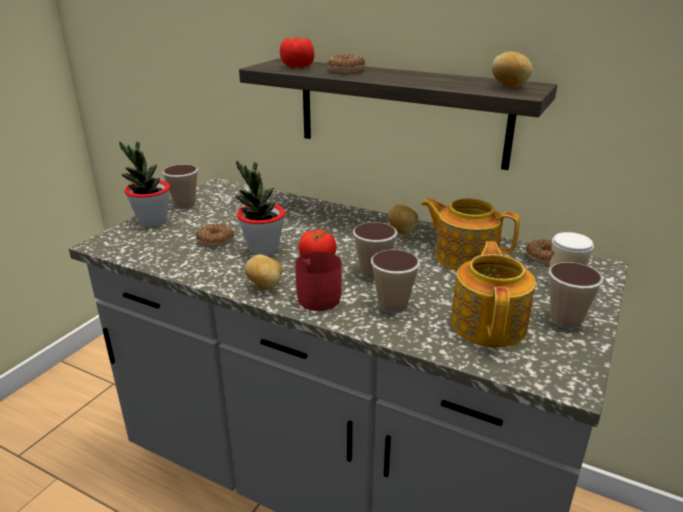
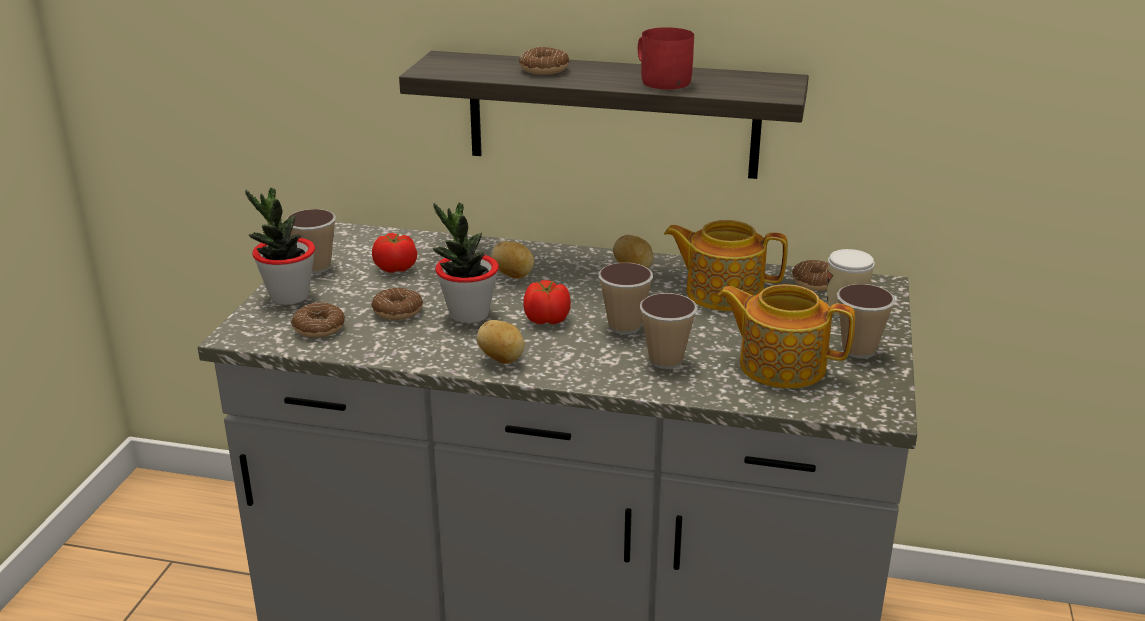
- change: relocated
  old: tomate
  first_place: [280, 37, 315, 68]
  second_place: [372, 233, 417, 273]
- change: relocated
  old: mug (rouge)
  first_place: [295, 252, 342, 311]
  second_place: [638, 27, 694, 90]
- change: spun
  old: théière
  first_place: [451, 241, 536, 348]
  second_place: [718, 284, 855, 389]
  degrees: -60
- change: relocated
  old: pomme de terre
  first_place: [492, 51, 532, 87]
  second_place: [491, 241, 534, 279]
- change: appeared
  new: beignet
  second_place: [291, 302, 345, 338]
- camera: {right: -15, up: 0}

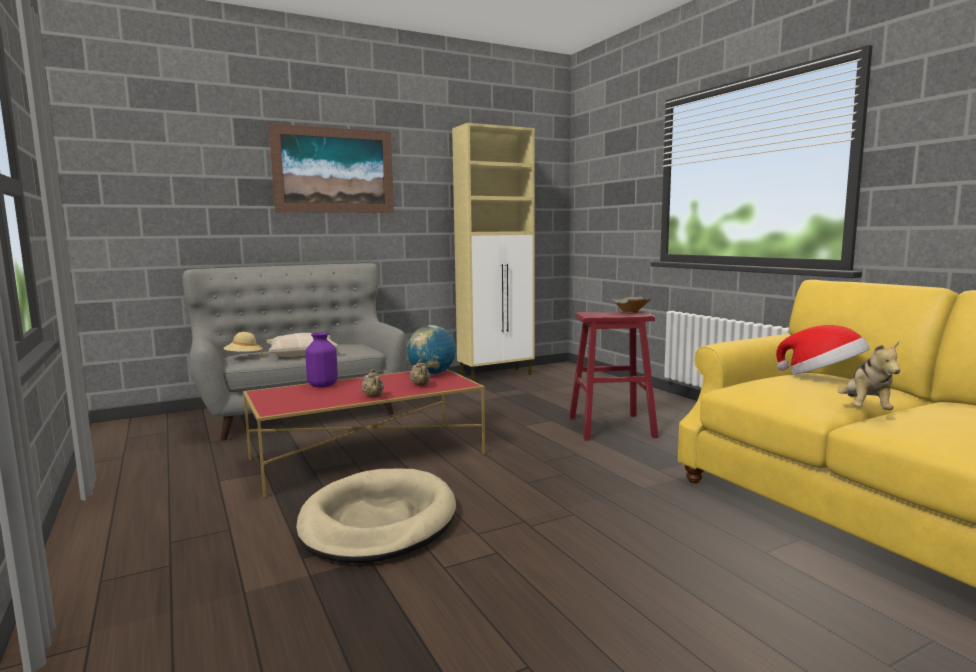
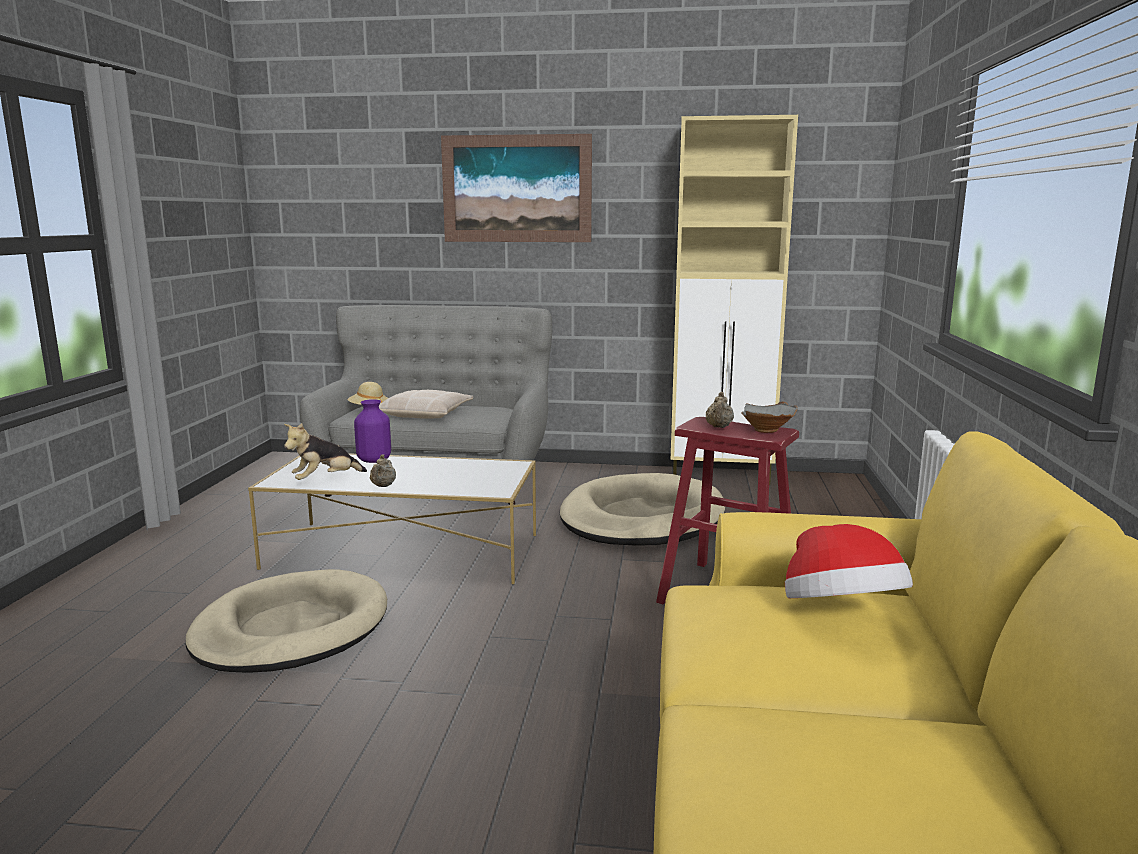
- change: colour
  old: table basse (rouge)
  new: table basse (blanc)
  first_place: [243, 369, 485, 498]
  second_place: [248, 453, 536, 584]
- change: missing
  old: globe
  first_place: [407, 325, 456, 375]
- change: relocated
  old: théière (beige)
  first_place: [410, 359, 430, 386]
  second_place: [706, 392, 734, 428]
- change: relocated
  old: peluche
  first_place: [838, 341, 900, 410]
  second_place: [284, 423, 367, 480]
- change: appeared
  new: panier pour chien (beige)
  second_place: [559, 473, 725, 546]
- camera: {right: 35, up: 5}

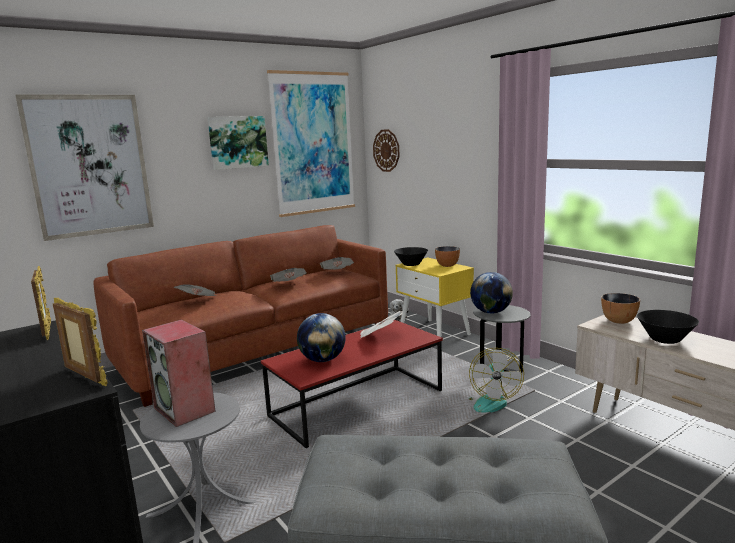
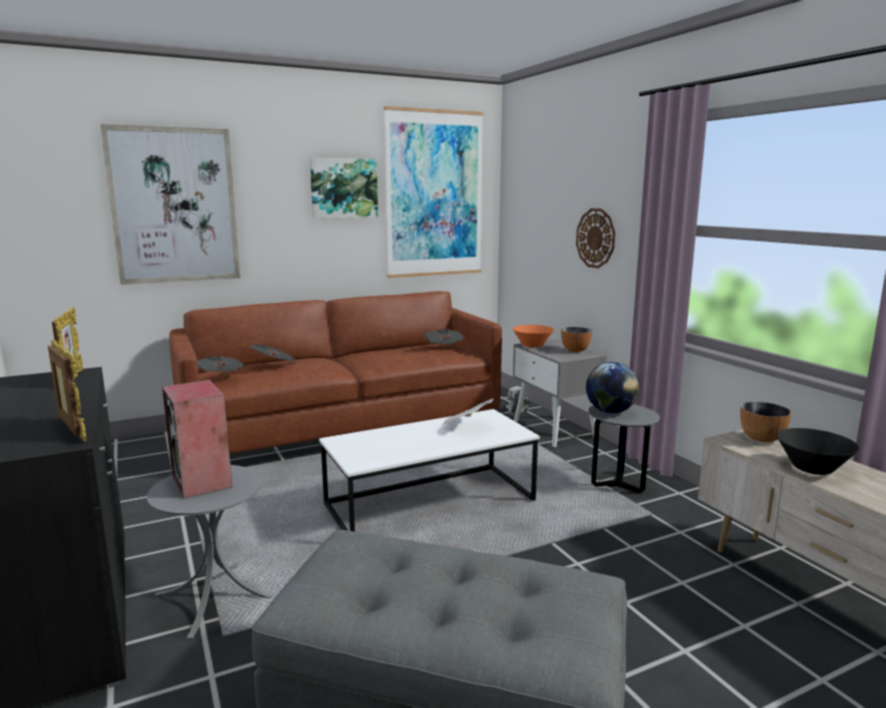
- change: colour
  old: table basse (rouge)
  new: table basse (blanc)
  first_place: [261, 320, 443, 448]
  second_place: [319, 409, 540, 532]
- change: relocated
  old: journal
  first_place: [270, 268, 306, 282]
  second_place: [197, 356, 244, 372]
- change: missing
  old: globe
  first_place: [297, 313, 346, 362]
- change: relocated
  old: horloge murale
  first_place: [373, 129, 400, 172]
  second_place: [576, 208, 615, 268]
- change: colour
  old: bol (noir)
  new: bol (orange)
  first_place: [394, 247, 428, 266]
  second_place: [512, 325, 554, 347]
- change: colour
  old: table de chevet (jaune)
  new: table de chevet (gris)
  first_place: [395, 258, 474, 337]
  second_place: [513, 339, 607, 447]
- change: missing
  old: ventilateur
  first_place: [469, 348, 524, 413]
- camera: {right: 10, up: 0}

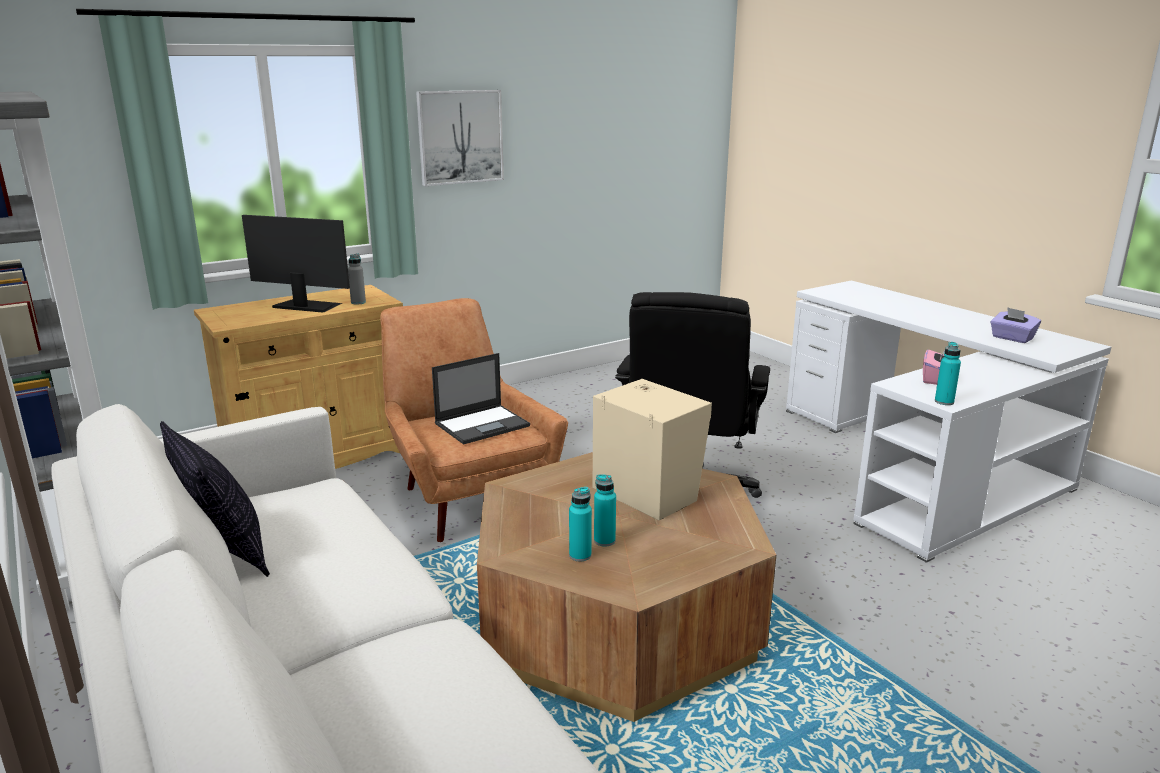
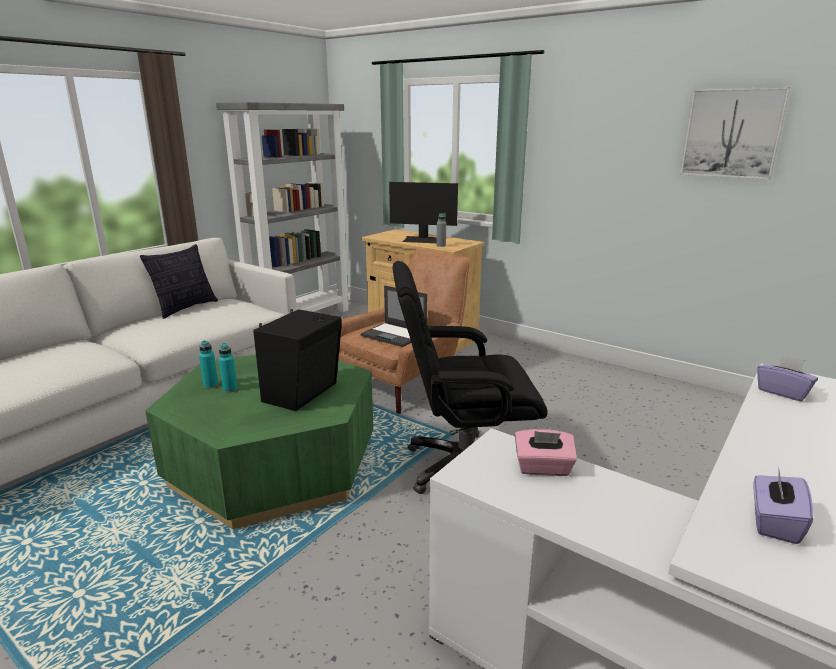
- change: spun
  old: écran d'ordinateur
  first_place: [242, 215, 350, 313]
  second_place: [389, 182, 458, 243]
  degrees: 105
- change: relocated
  old: tableau
  first_place: [416, 90, 504, 186]
  second_place: [680, 87, 791, 180]
- change: colour
  old: table basse (marron)
  new: table basse (vert)
  first_place: [477, 452, 776, 722]
  second_place: [145, 354, 373, 529]
- change: colour
  old: enceinte (beige)
  new: enceinte (noir)
  first_place: [593, 379, 712, 520]
  second_place: [253, 309, 342, 411]
- change: missing
  old: bouteille (turquoise)
  first_place: [935, 342, 961, 405]
- change: appeared
  new: boîte à mouchoirs (violet)
  second_place: [757, 354, 818, 401]
- camera: {right: 70, up: 0}

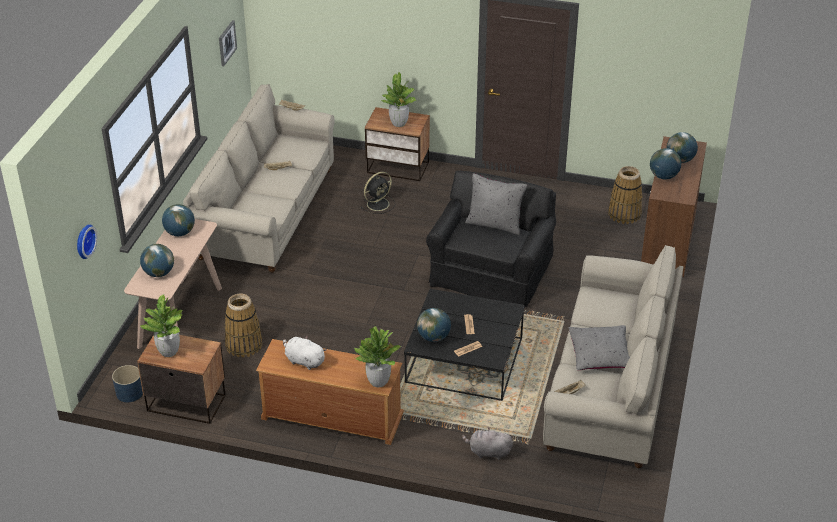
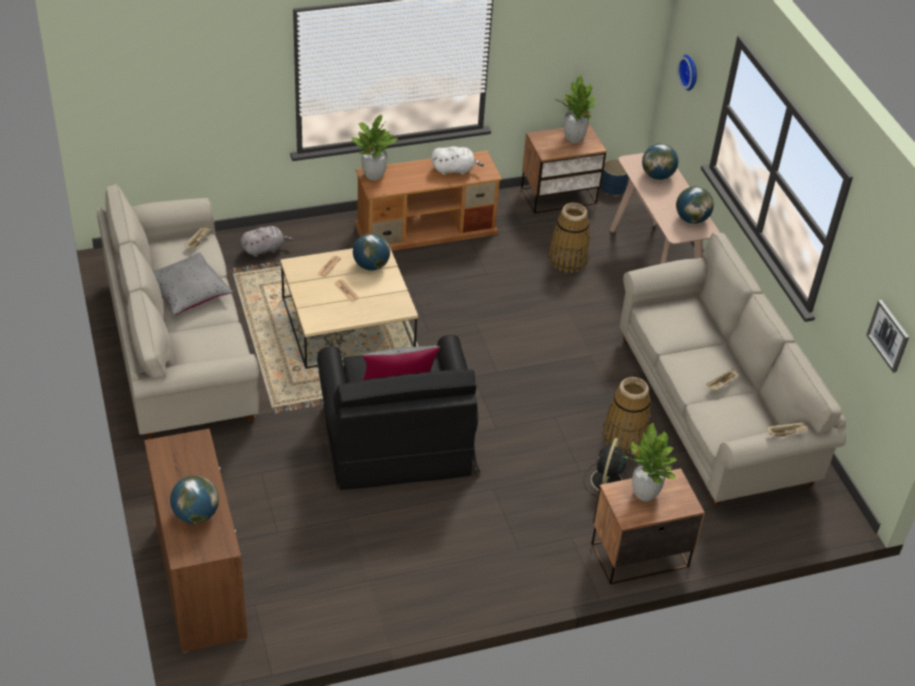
- change: colour
  old: table basse (noir)
  new: table basse (beige)
  first_place: [404, 289, 525, 401]
  second_place: [280, 243, 418, 369]
- change: relocated
  old: panier
  first_place: [608, 166, 643, 224]
  second_place: [603, 377, 650, 453]
- change: missing
  old: globe
  first_place: [650, 148, 681, 179]
- camera: {right: 145, up: 5}

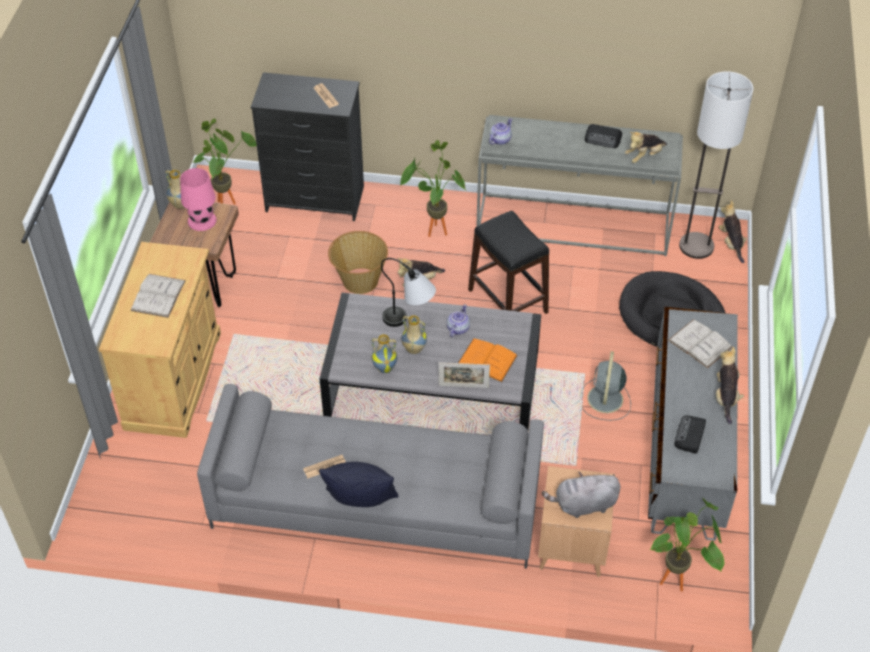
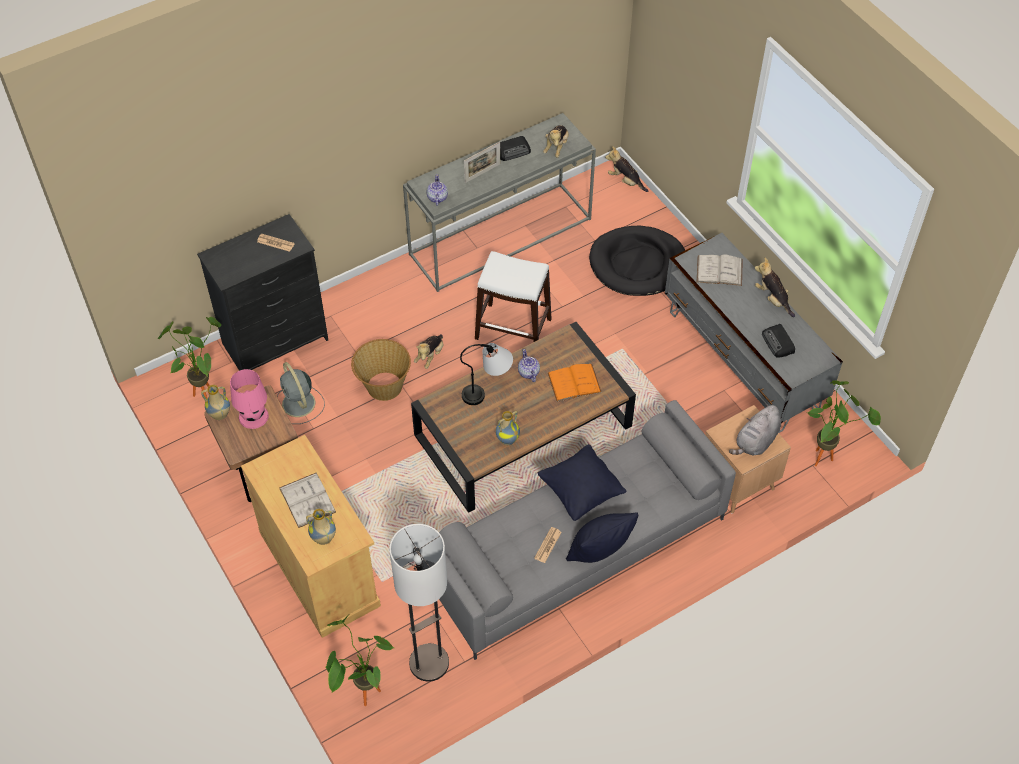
- change: colour
  old: table basse (gris)
  new: table basse (marron)
  first_place: [320, 293, 541, 430]
  second_place: [411, 322, 636, 513]
- change: relocated
  old: plante en pot
  first_place: [400, 140, 466, 237]
  second_place: [326, 615, 394, 706]
- change: relocated
  old: vase
  first_place: [401, 315, 427, 354]
  second_place: [306, 509, 336, 545]
- change: relocated
  old: cadre photo
  first_place: [438, 362, 490, 388]
  second_place: [464, 142, 500, 183]
- change: colour
  old: tabouret (noir)
  new: tabouret (blanc)
  first_place: [468, 211, 549, 314]
  second_place: [475, 251, 552, 342]
- change: relocated
  old: ventilateur (gris)
  first_place: [580, 351, 631, 421]
  second_place: [277, 362, 325, 424]
- change: relocated
  old: lampadaire
  first_place: [679, 71, 754, 259]
  second_place: [389, 524, 449, 681]
- change: appeared
  new: coussin (noir)
  second_place: [538, 444, 627, 521]
- camera: {right: -40, up: 5}

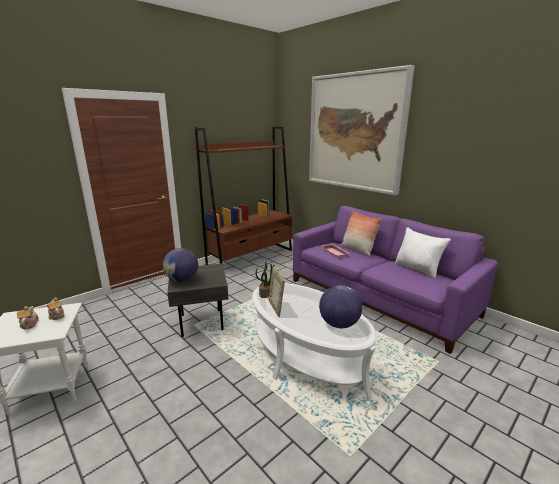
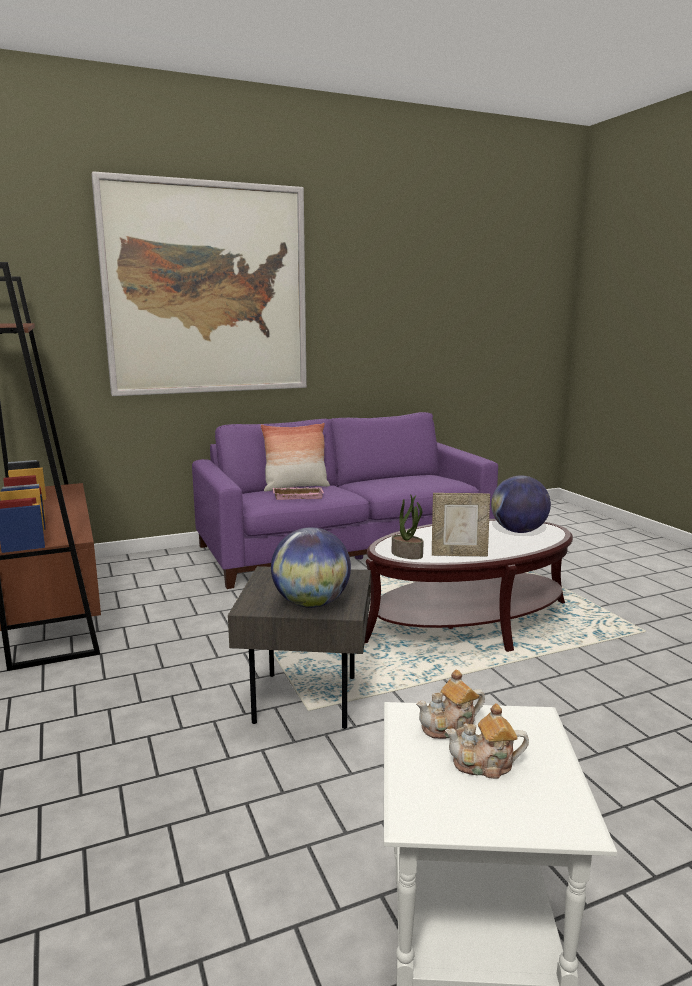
- change: colour
  old: table basse (blanc)
  new: table basse (marron)
  first_place: [252, 283, 377, 401]
  second_place: [365, 519, 573, 652]
- change: missing
  old: coussin (blanc)
  first_place: [395, 227, 451, 278]
- camera: {right: -70, up: -5}

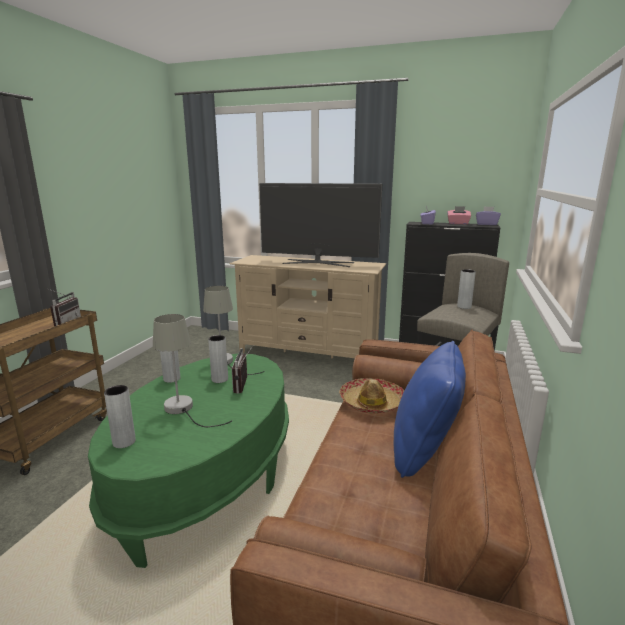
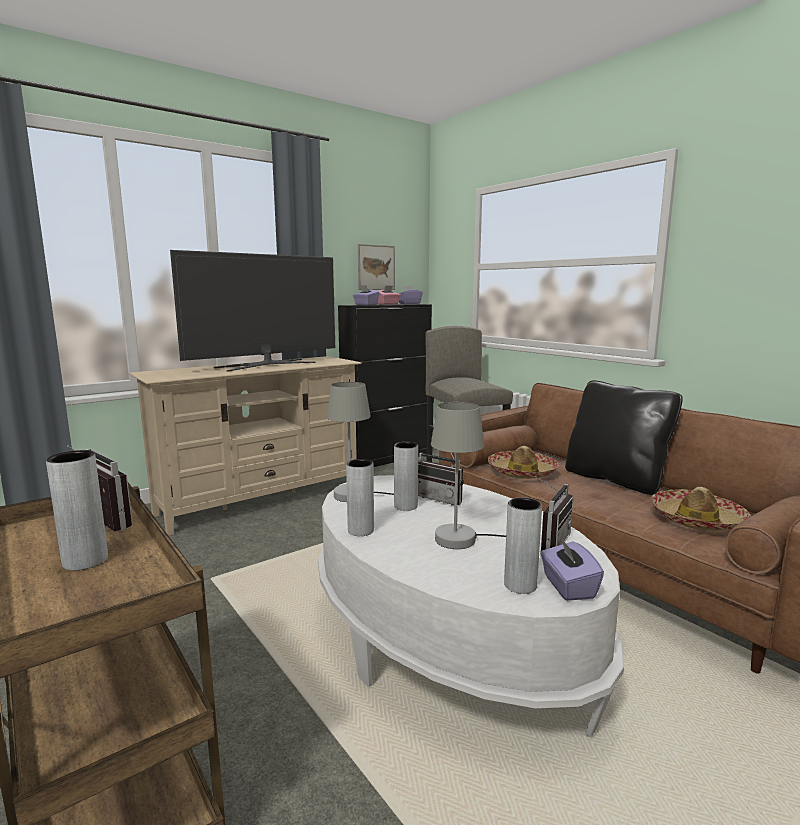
- change: colour
  old: table basse (vert)
  new: table basse (blanc)
  first_place: [88, 353, 289, 568]
  second_place: [318, 475, 624, 737]
- change: colour
  old: coussin (bleu)
  new: coussin (noir)
  first_place: [394, 341, 466, 478]
  second_place: [565, 380, 683, 495]
- change: relocated
  old: vase (gris)
  first_place: [457, 269, 476, 309]
  second_place: [46, 450, 108, 570]
- change: appeared
  new: tableau
  second_place: [358, 244, 395, 290]
- change: appeared
  new: radio
  second_place: [535, 476, 573, 551]
- change: appeared
  new: boîte à mouchoirs (violet)
  second_place: [540, 538, 604, 601]
- change: appeared
  new: chapeau
  second_place: [651, 487, 751, 530]
- camera: {right: -55, up: -5}

